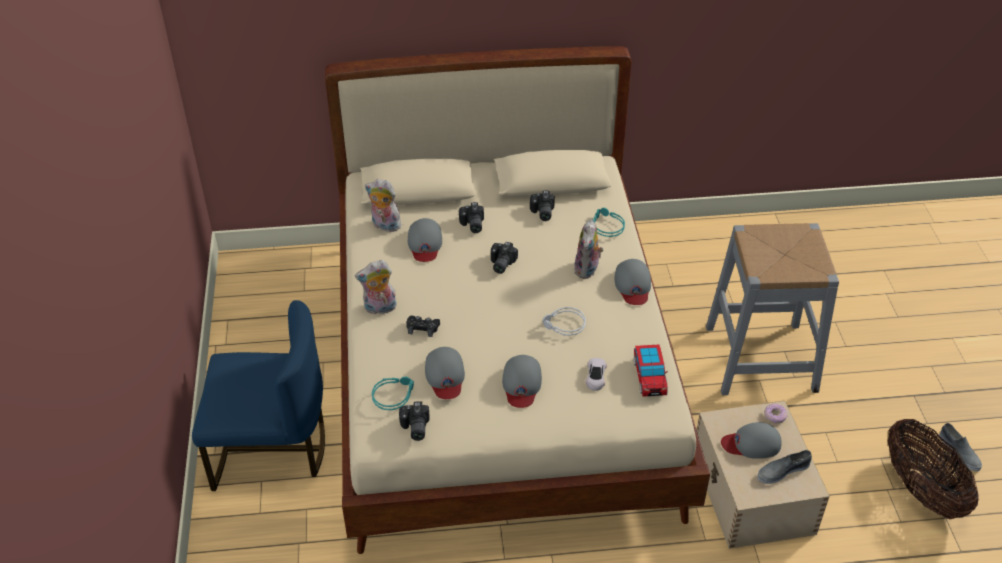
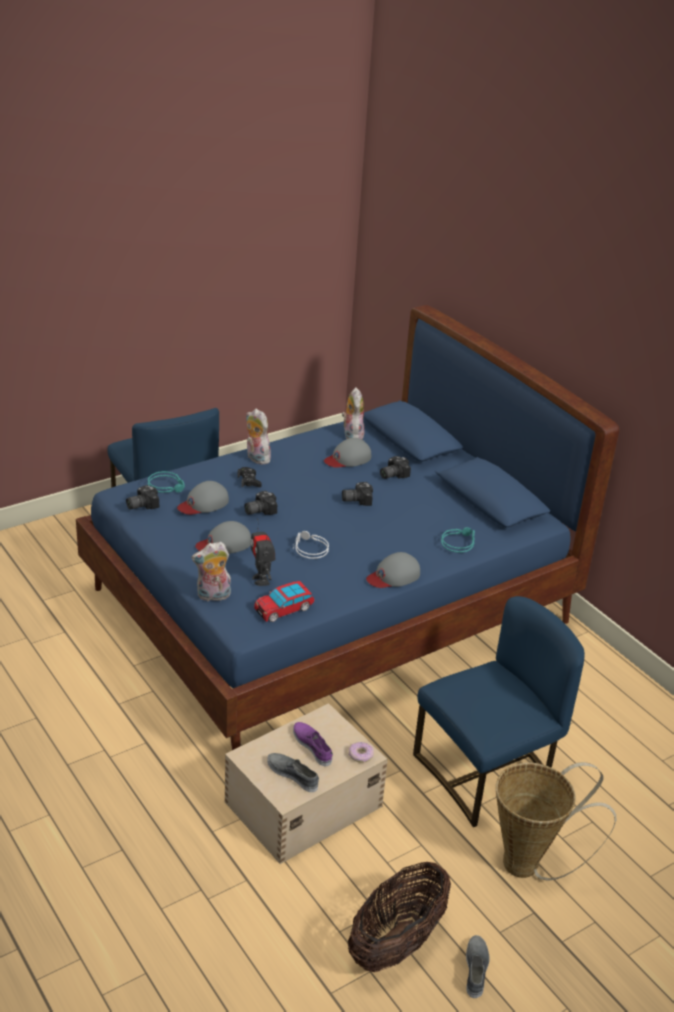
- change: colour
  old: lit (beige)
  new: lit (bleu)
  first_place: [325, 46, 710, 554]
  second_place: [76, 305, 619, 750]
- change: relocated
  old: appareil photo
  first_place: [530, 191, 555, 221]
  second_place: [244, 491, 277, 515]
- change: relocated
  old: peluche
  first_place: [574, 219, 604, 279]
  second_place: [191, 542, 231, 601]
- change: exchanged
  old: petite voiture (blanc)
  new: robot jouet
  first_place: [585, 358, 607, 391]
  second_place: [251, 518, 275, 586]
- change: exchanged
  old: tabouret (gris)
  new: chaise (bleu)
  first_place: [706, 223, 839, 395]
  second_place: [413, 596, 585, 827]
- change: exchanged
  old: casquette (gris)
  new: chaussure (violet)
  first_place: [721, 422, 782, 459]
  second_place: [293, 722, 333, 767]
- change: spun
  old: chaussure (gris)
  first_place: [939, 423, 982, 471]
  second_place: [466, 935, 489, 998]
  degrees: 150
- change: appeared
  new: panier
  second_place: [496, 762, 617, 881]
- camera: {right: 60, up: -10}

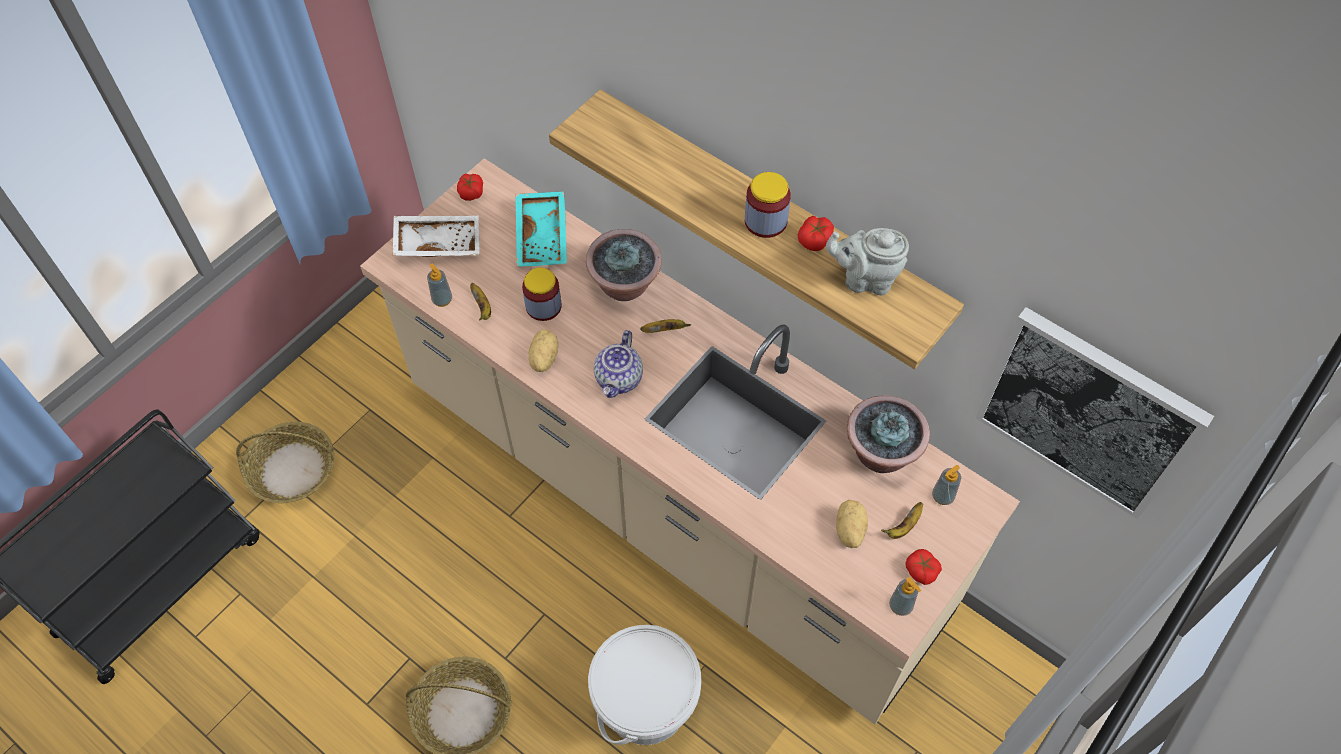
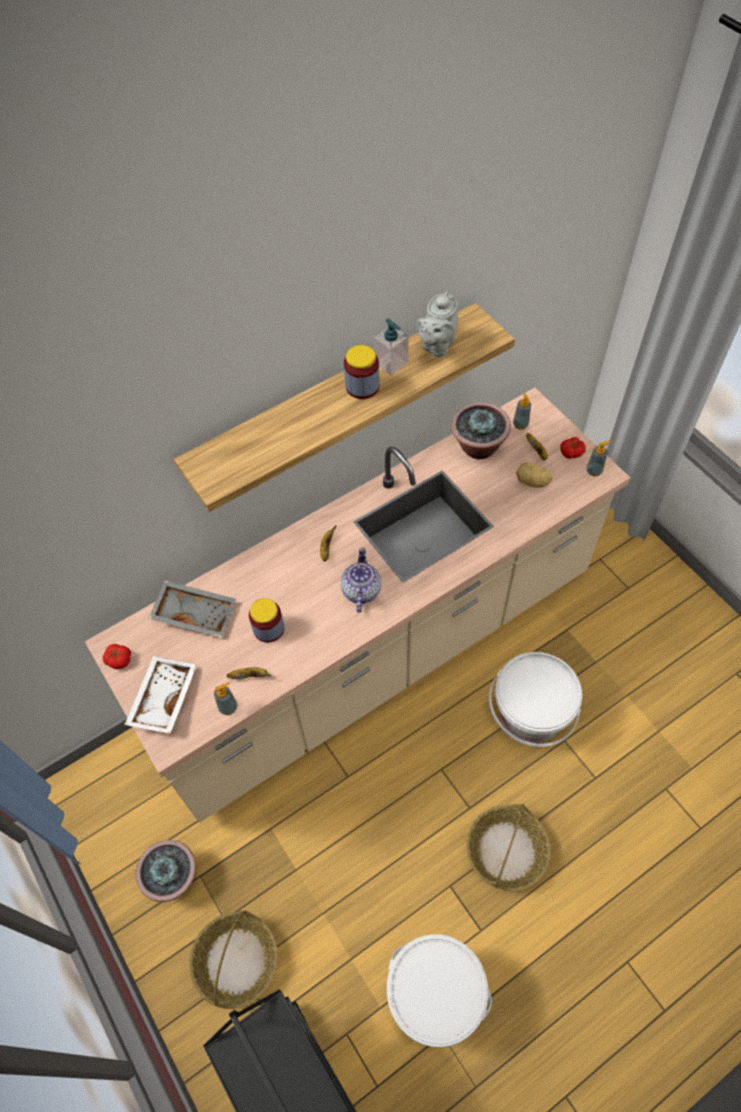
- change: colour
  old: plateau (turquoise)
  new: plateau (gris)
  first_place: [515, 191, 567, 267]
  second_place: [149, 580, 236, 638]
- change: missing
  old: pomme de terre
  first_place: [529, 329, 558, 372]
- change: relocated
  old: plante en pot
  first_place: [586, 229, 662, 301]
  second_place: [136, 840, 196, 902]
- change: spun
  old: théière
  first_place: [594, 330, 643, 398]
  second_place: [341, 547, 381, 613]
  degrees: -120
- change: exchanged
  old: tomate
  new: distributeur de savon
  first_place: [798, 216, 834, 251]
  second_place: [373, 319, 409, 376]
- change: missing
  old: tableau
  first_place: [975, 307, 1214, 519]
- change: appeared
  new: seau (blanc)
  second_place: [387, 934, 492, 1048]
- camera: {right: -70, up: 0}

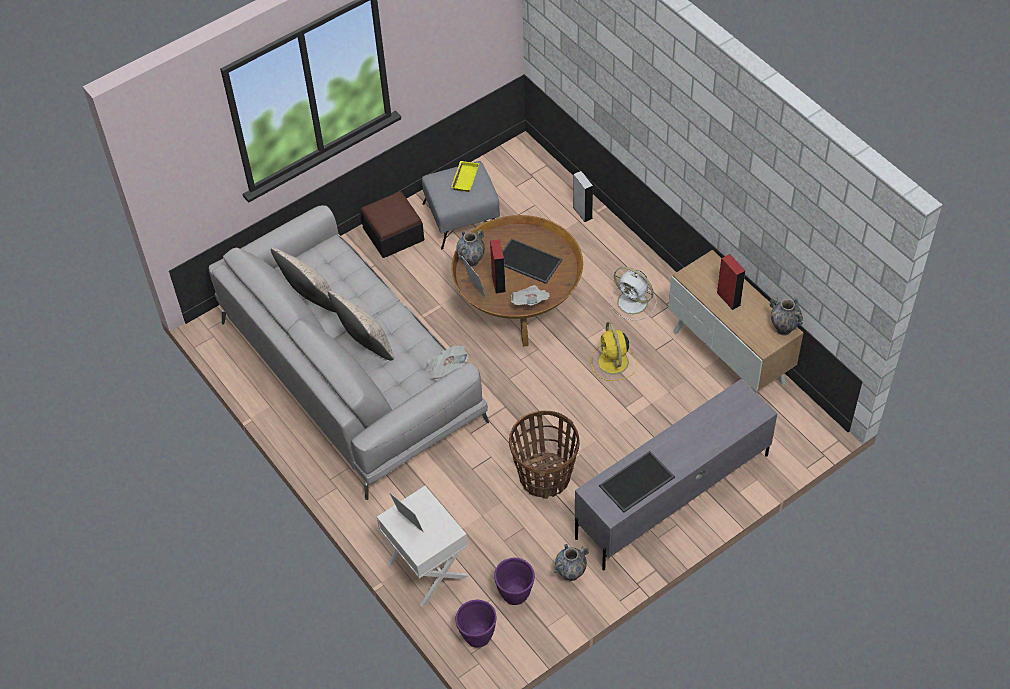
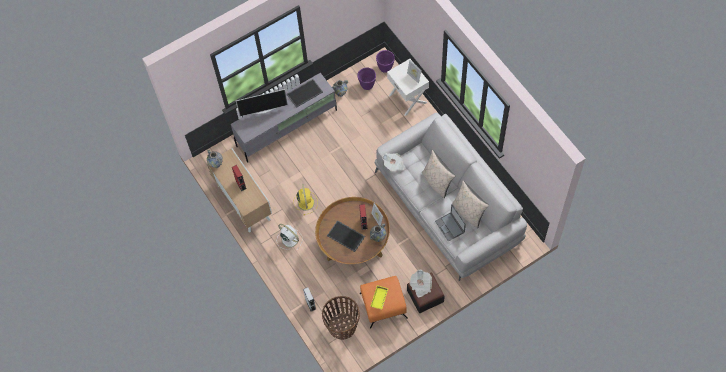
- change: colour
  old: pouf (gris)
  new: pouf (orange)
  first_place: [422, 161, 500, 249]
  second_place: [360, 276, 408, 329]
- change: relocated
  old: panier
  first_place: [509, 411, 579, 499]
  second_place: [322, 296, 360, 340]
- change: relocated
  old: journal
  first_place: [511, 285, 550, 306]
  second_place: [410, 270, 432, 297]
- change: appeared
  new: téléviseur
  second_place: [236, 89, 288, 117]
- change: appeared
  new: ordinateur portable
  second_place: [435, 204, 466, 242]
- camera: {right: -175, up: 10}

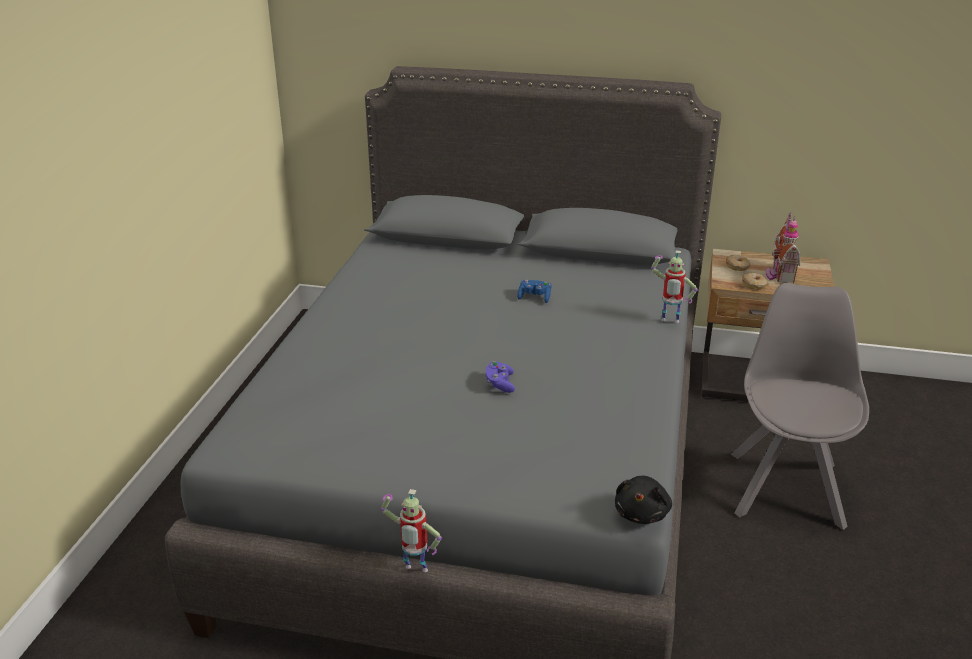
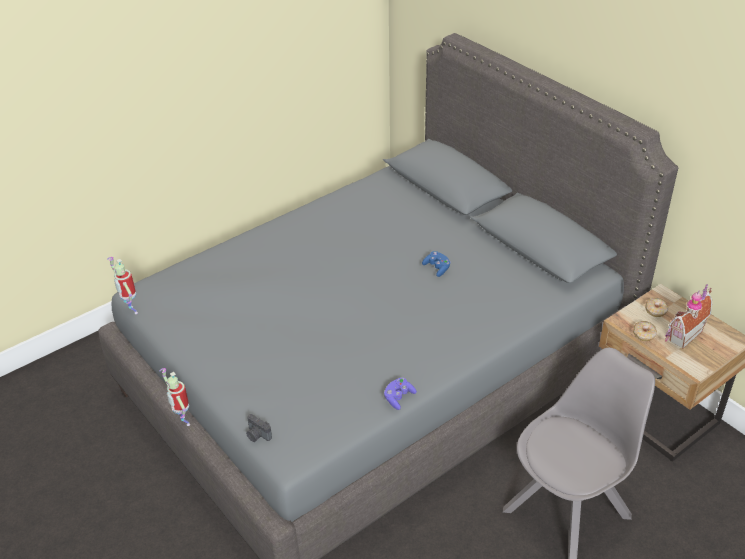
- change: relocated
  old: manette (violet)
  first_place: [486, 361, 515, 393]
  second_place: [384, 378, 417, 410]
- change: missing
  old: peluche (noir)
  first_place: [615, 476, 672, 524]
- change: relocated
  old: robot jouet
  first_place: [651, 251, 698, 323]
  second_place: [107, 257, 138, 314]
- change: appeared
  new: appareil photo
  second_place: [246, 414, 272, 442]
- camera: {right: 40, up: 10}

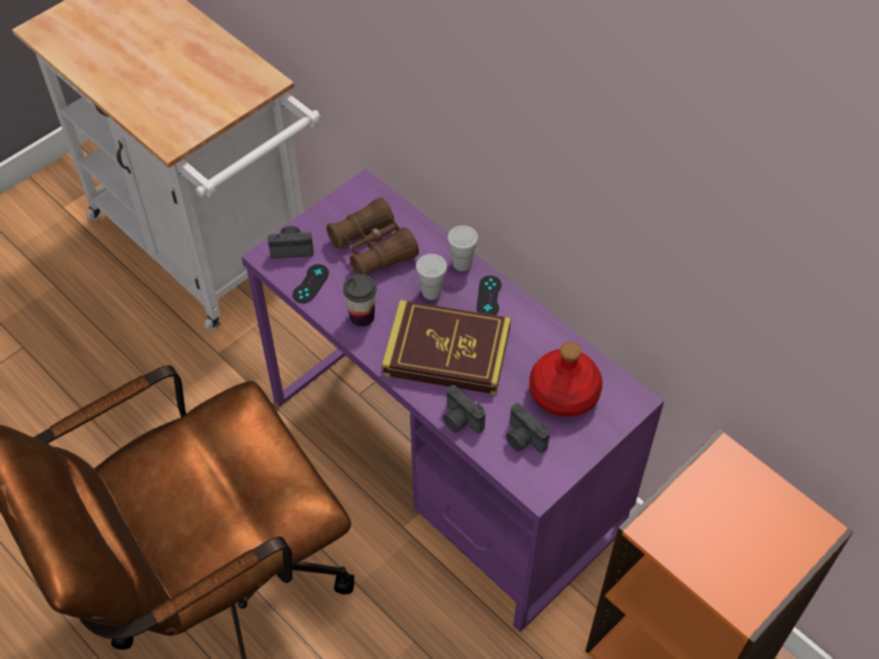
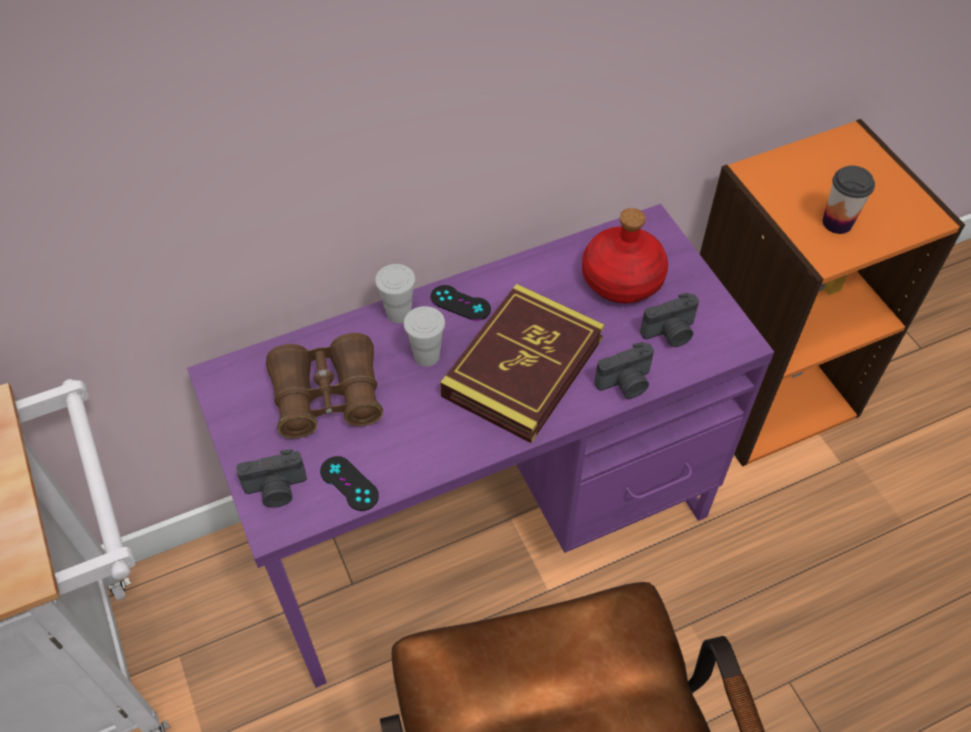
- change: spun
  old: appareil photo
  first_place: [268, 226, 314, 259]
  second_place: [236, 449, 307, 507]
  degrees: -120
- change: relocated
  old: tasse
  first_place: [343, 274, 377, 327]
  second_place: [822, 166, 875, 234]
- camera: {right: -70, up: 0}

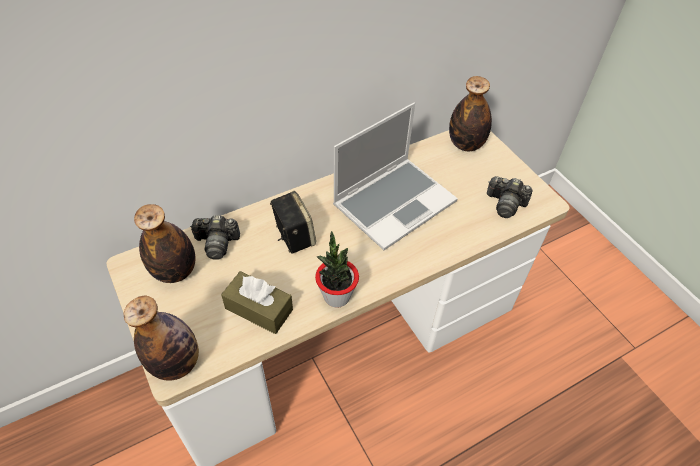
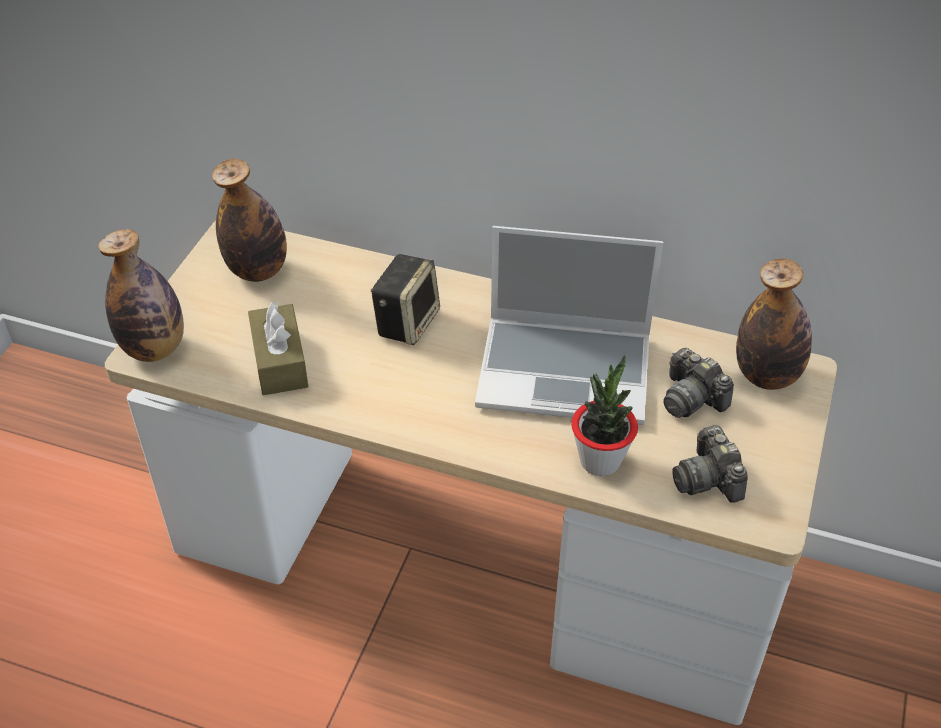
- change: relocated
  old: appareil photo
  first_place: [190, 215, 240, 260]
  second_place: [663, 348, 734, 418]
- change: relocated
  old: plante en pot
  first_place: [315, 231, 359, 308]
  second_place: [571, 355, 638, 476]
- camera: {right: 50, up: -5}

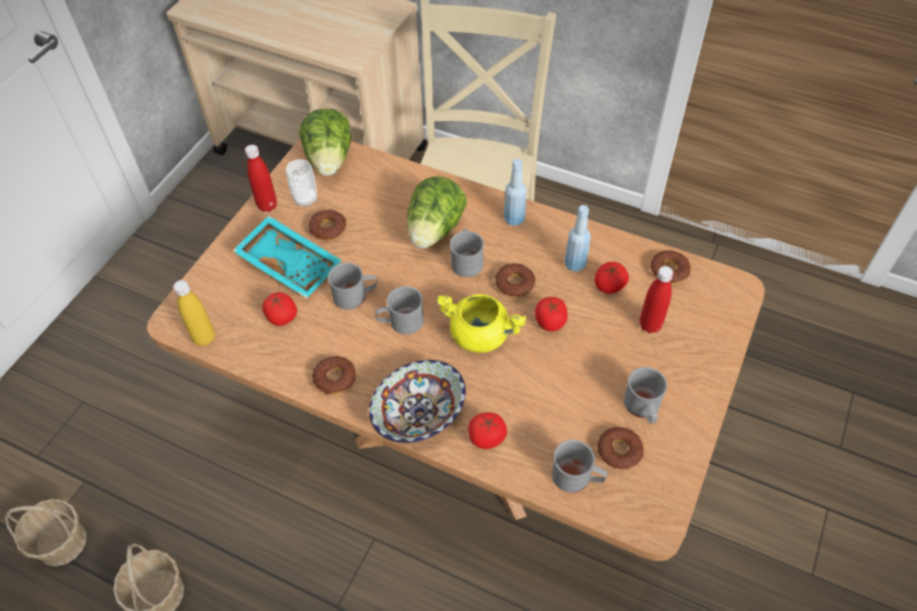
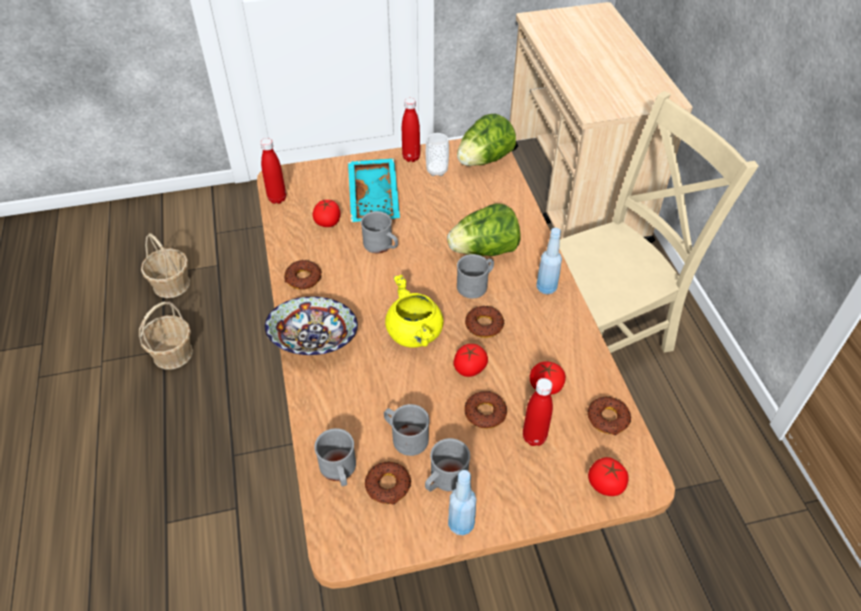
- change: colour
  old: bouteille (jaune)
  new: bouteille (rouge)
  first_place: [173, 280, 215, 346]
  second_place: [260, 138, 286, 204]
- change: relocated
  old: beignet
  first_place: [308, 209, 346, 240]
  second_place: [464, 391, 507, 429]
- change: relocated
  old: mug (gris)
  first_place: [375, 286, 424, 334]
  second_place: [384, 404, 430, 456]
- change: relocated
  old: tomate
  first_place: [468, 412, 507, 449]
  second_place: [588, 457, 628, 496]
- change: relocated
  old: bouteille (bleu)
  first_place: [565, 205, 591, 272]
  second_place: [448, 470, 477, 535]
- camera: {right: 50, up: -5}

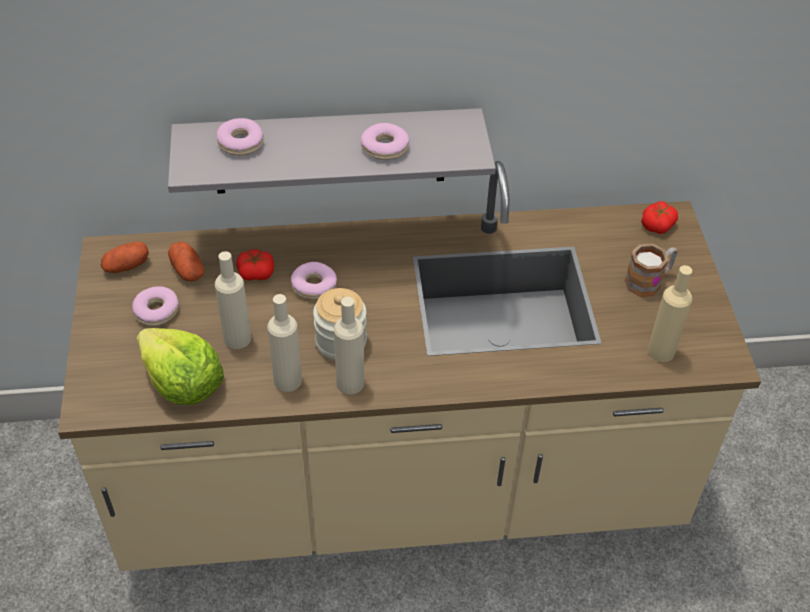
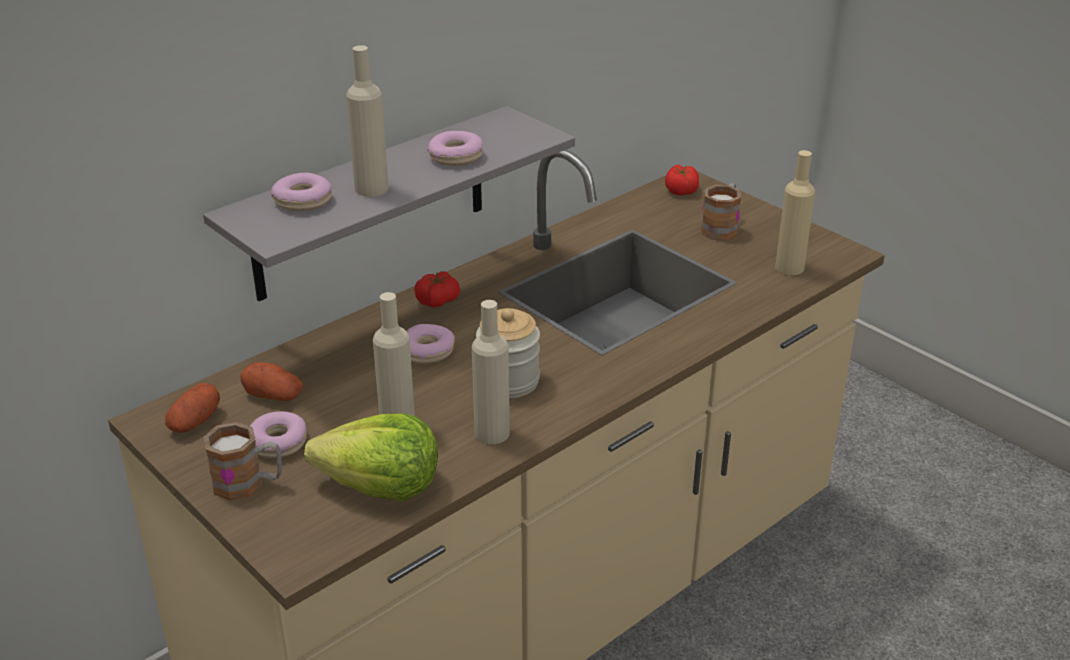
- change: relocated
  old: tomate
  first_place: [236, 249, 274, 281]
  second_place: [414, 271, 460, 307]
- change: relocated
  old: bouteille (beige)
  first_place: [334, 297, 365, 394]
  second_place: [346, 45, 389, 197]
- change: appeared
  new: mug
  second_place: [203, 422, 282, 500]
- camera: {right: -35, up: -15}

